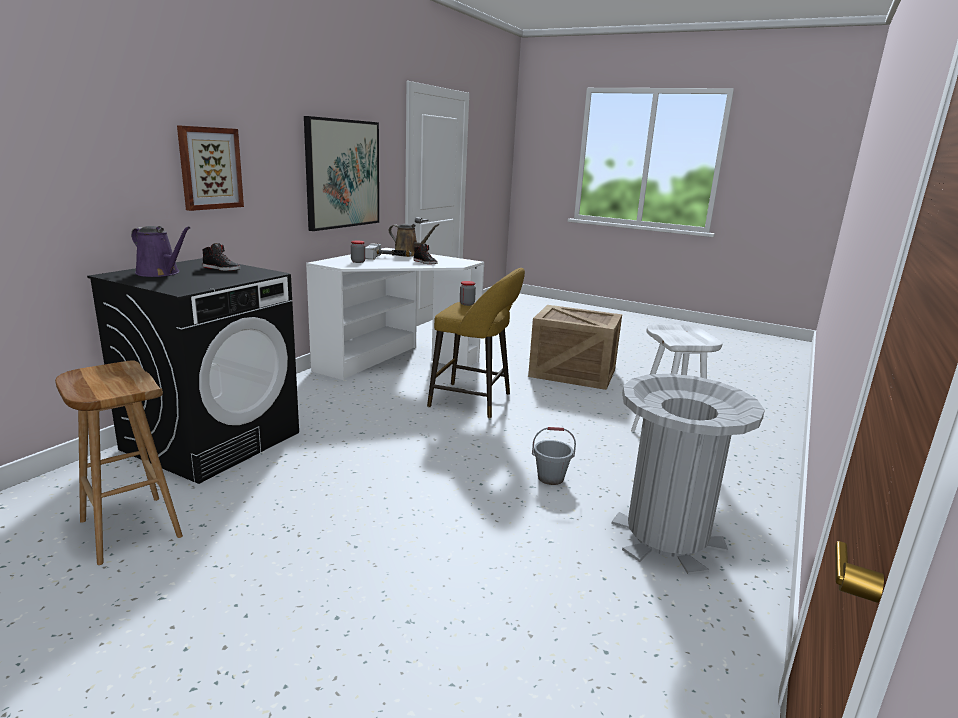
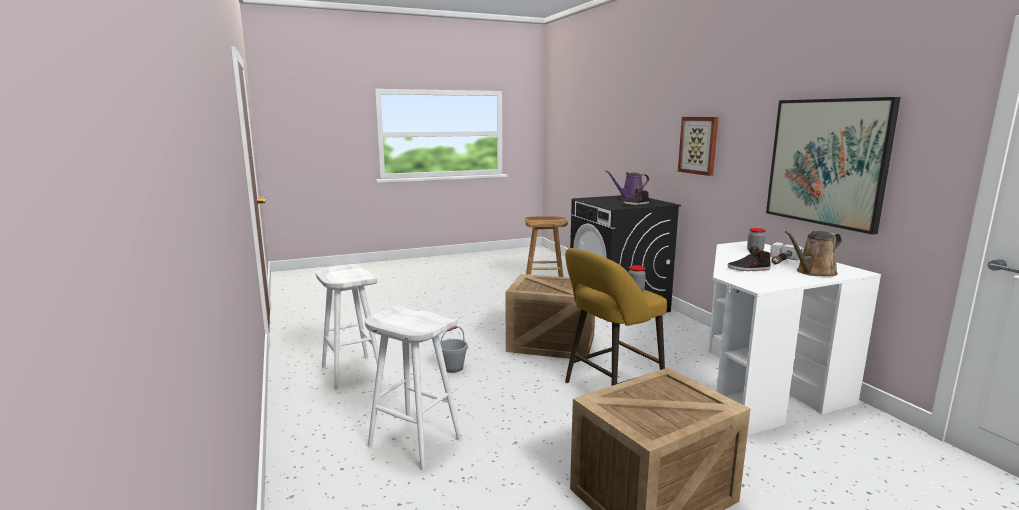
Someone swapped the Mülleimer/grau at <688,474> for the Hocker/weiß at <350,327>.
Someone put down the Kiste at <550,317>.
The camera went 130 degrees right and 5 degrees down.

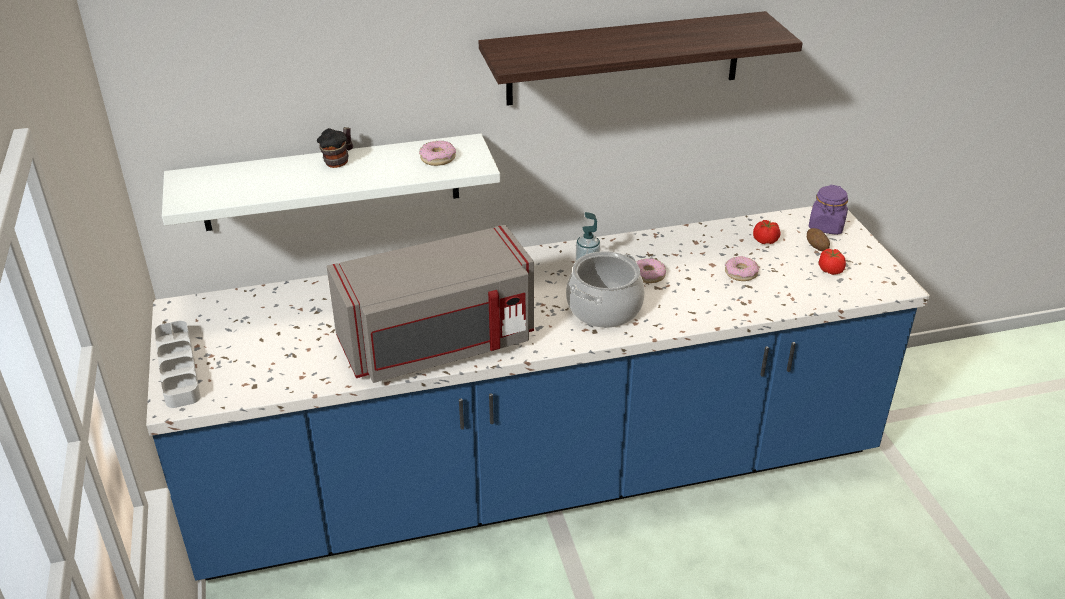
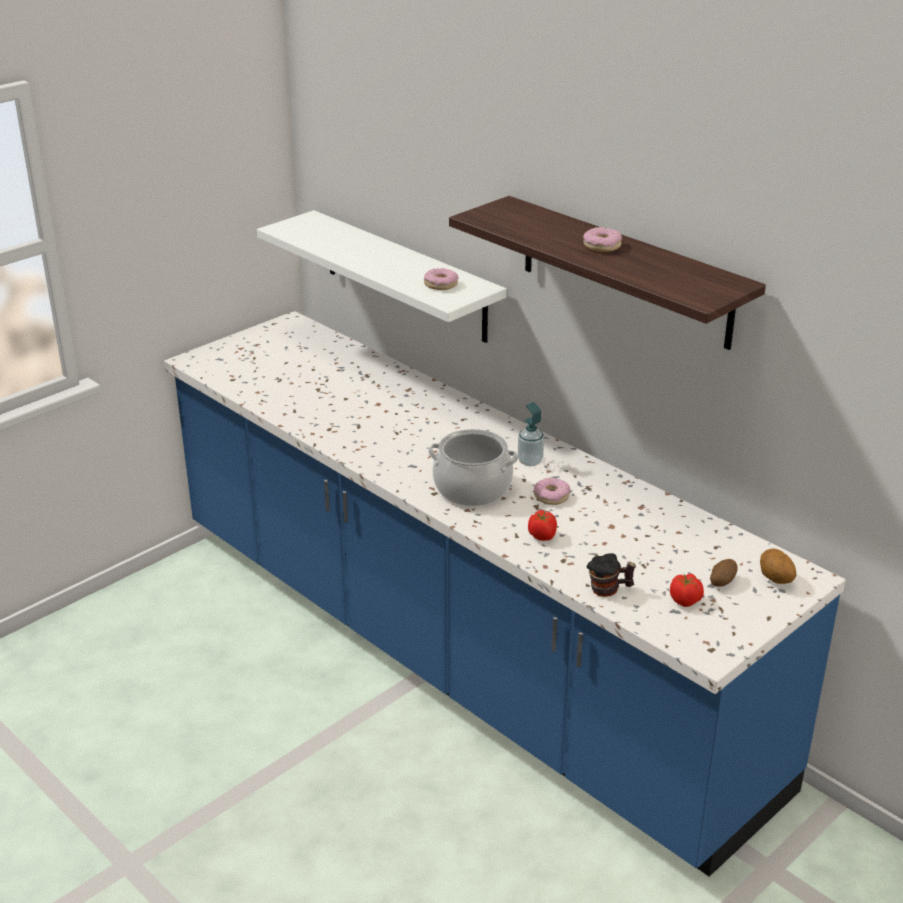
Someone took away the Tablett/grau at <177,364>.
Someone carried the Henkelbecher from <335,147> to <611,575>.
Someone took away the Mikrowelle/grau at <430,304>.
Someone carried the Donut from <742,268> to <602,239>.
Someone carried the Tomate from <767,232> to <542,525>.
Someone swapped the Vorratsglas/lila at <828,210> for the Kartoffel at <778,566>.
The camera went 60 degrees right and 5 degrees down.

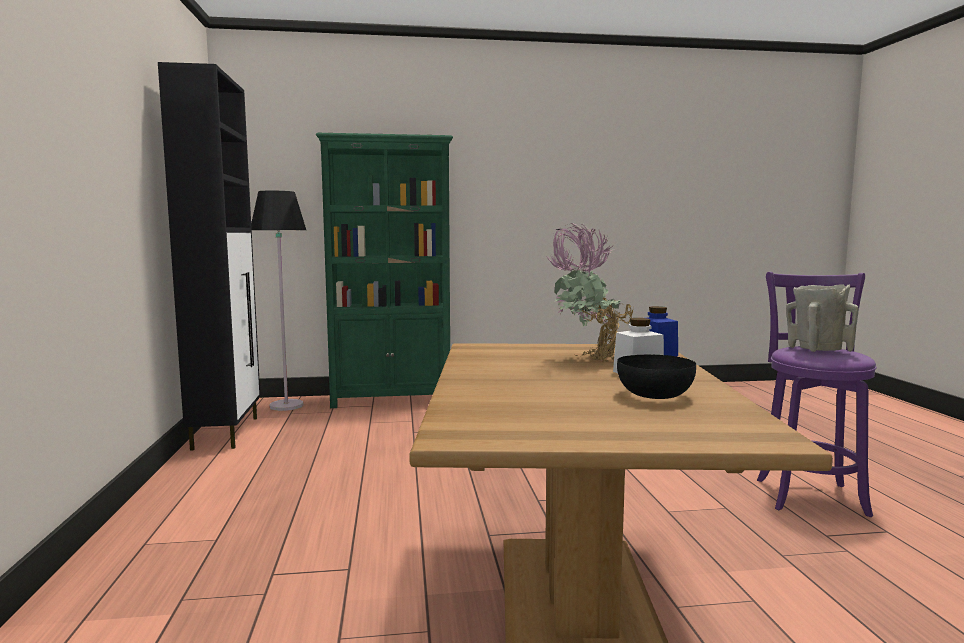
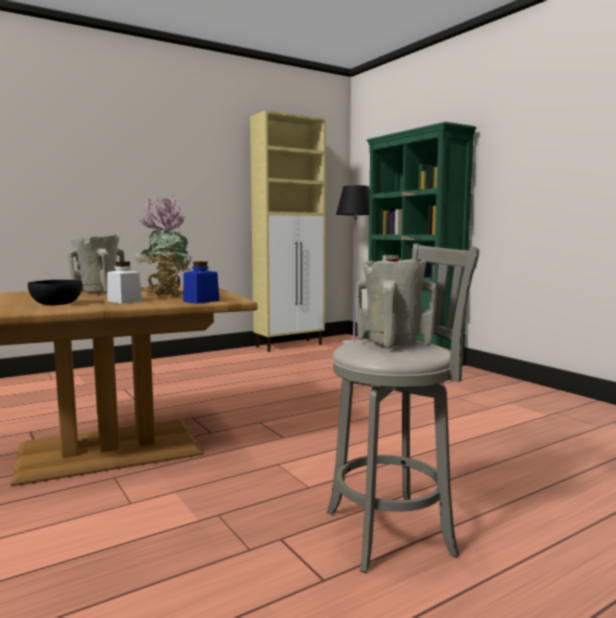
Someone repainted the Schrank/schwarz at <209,256>, which became the Schrank/beige at <288,231>.
Someone repainted the Hocker/lila at <817,394>, which became the Hocker/grau at <403,408>.
Someone put down the Vase/beige at <96,263>.
The camera went 65 degrees right and 0 degrees up.

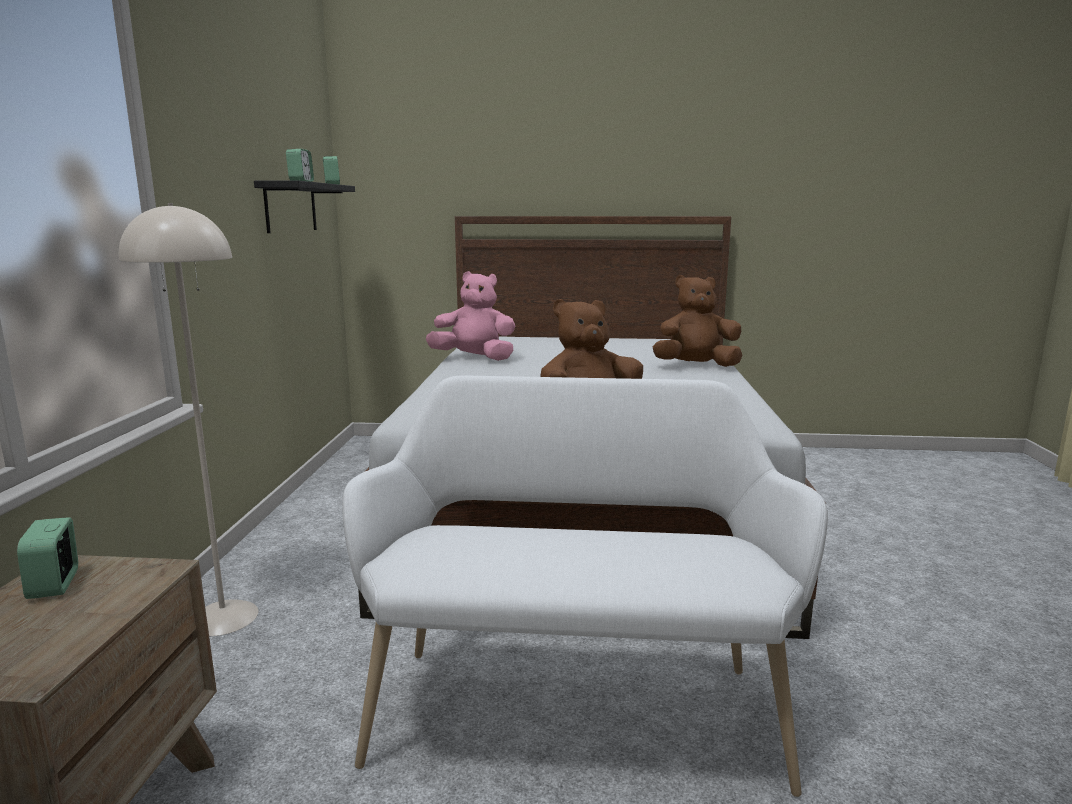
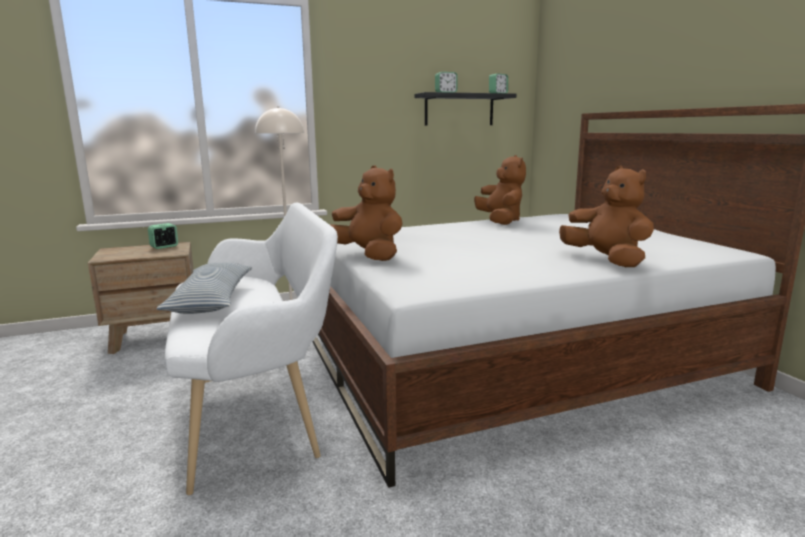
Someone repainted the Plüschtier/rosa at <470,316>, which became the Plüschtier/braun at <500,190>.
Someone put down the Kissen at <204,288>.
The camera went 65 degrees right and 0 degrees up.

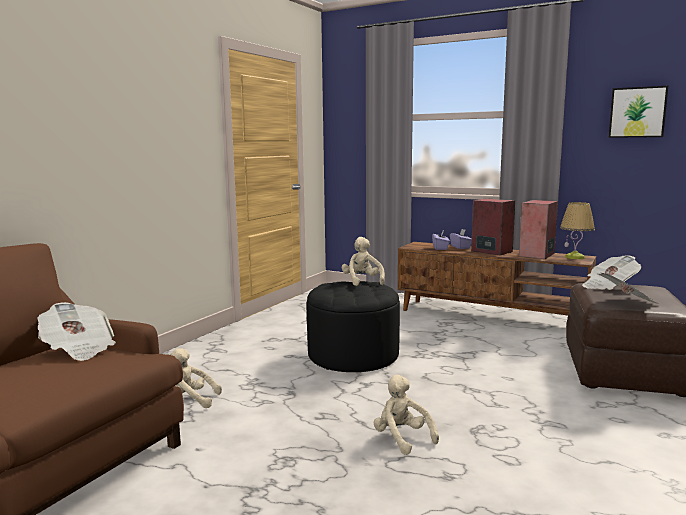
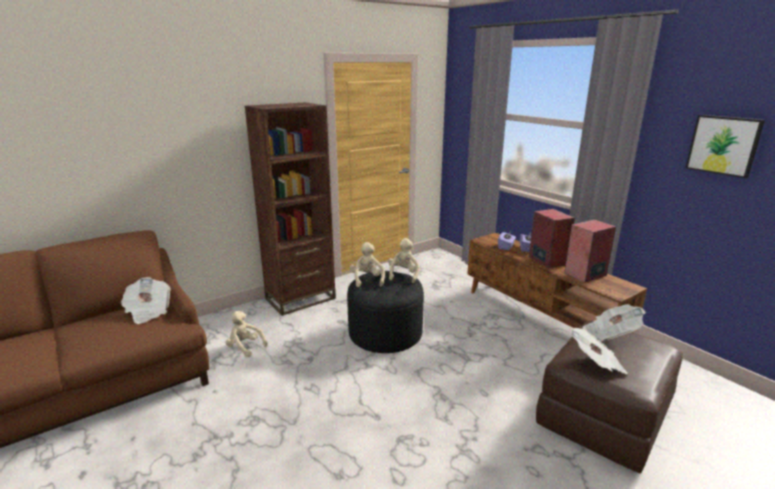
Someone carried the Plüschtier/beige from <406,415> to <367,264>.
Someone took away the Tischlampe at <577,230>.
Someone put down the Bücherregal/braun at <290,209>.
The camera went 25 degrees right and 10 degrees up.

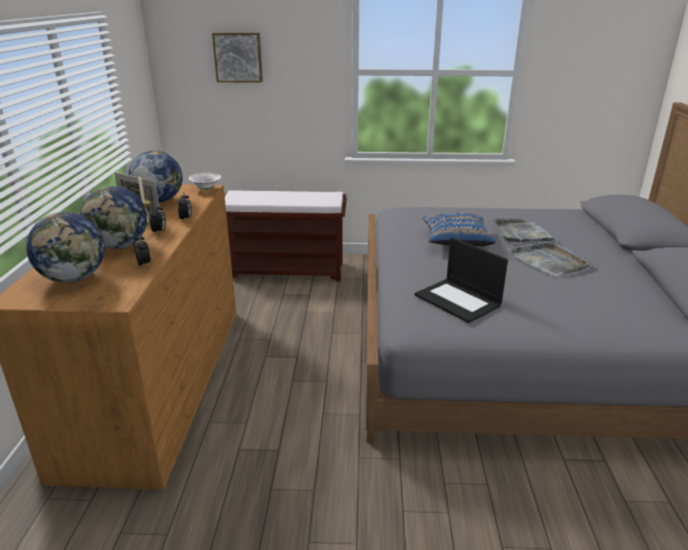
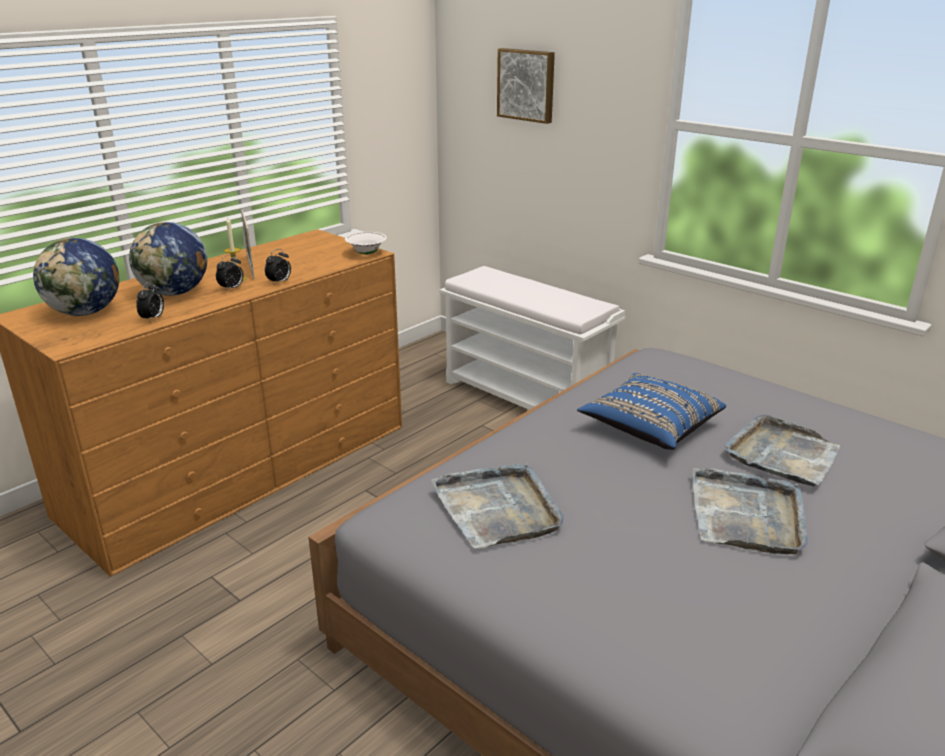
Someone took away the Globus at <155,176>.
Someone repainted the Bank/braun at <286,235>, which became the Bank/weiß at <532,338>.
Someone swapped the Laptop at <461,280> for the Tablett/grau at <498,506>.
The camera went 40 degrees right and 0 degrees up.

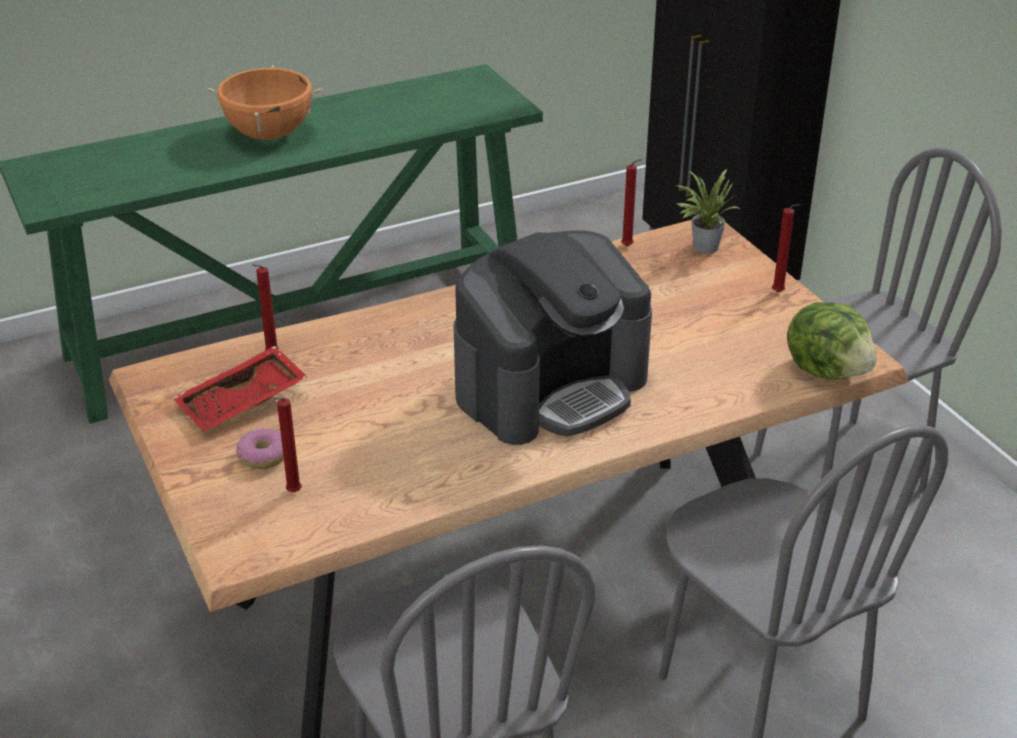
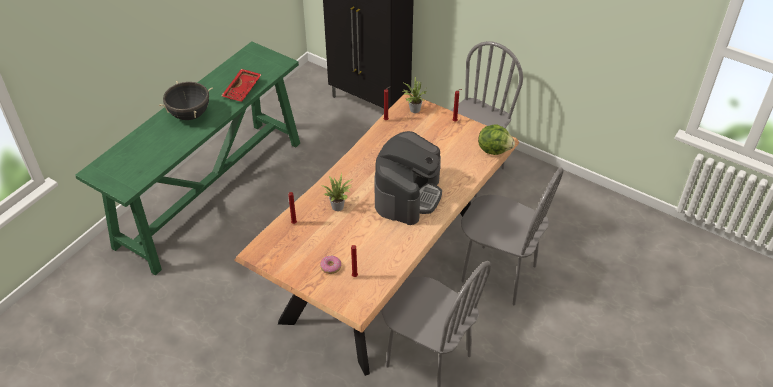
Someone carried the Tablett/rot from <240,388> to <241,85>.
Someone repainted the Kochtopf/orange at <264,102>, which became the Kochtopf/schwarz at <186,100>.
Someone put down the Topfpflanze at <337,192>.
The camera went 30 degrees left and 10 degrees up.

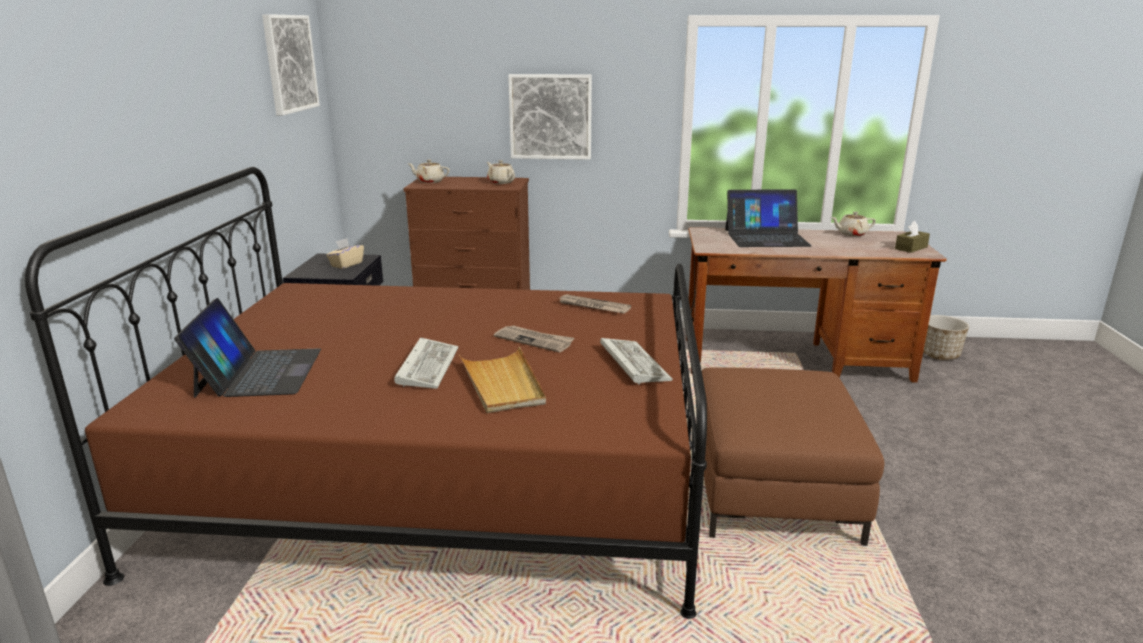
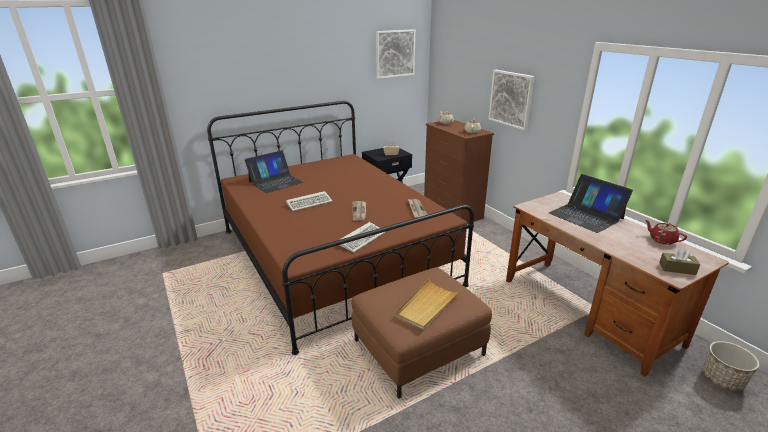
Someone carried the Tablett/beige from <502,380> to <427,304>.
Someone repainted the Teekanne/beige at <853,224>, which became the Teekanne/rot at <666,232>.
The camera went 55 degrees right and 5 degrees up.

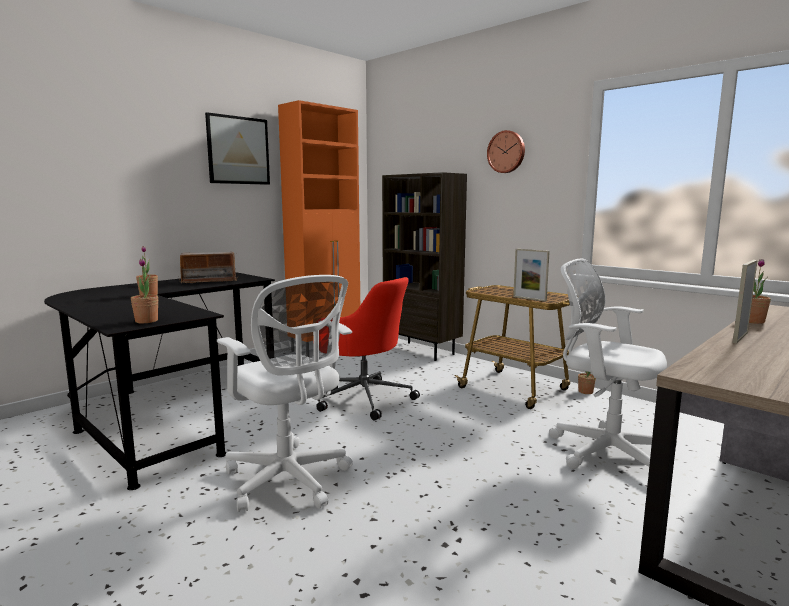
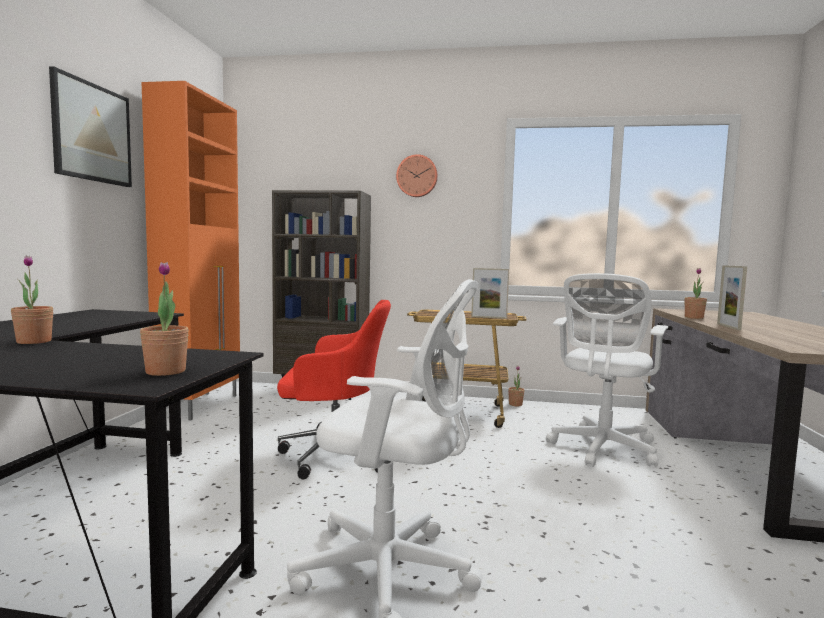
Someone took away the Radio at <208,267>.
Someone rotated the Bürostuhl/weiß at <613,364> by 60 degrees counterclockwise.
The camera went 35 degrees left and 5 degrees down.

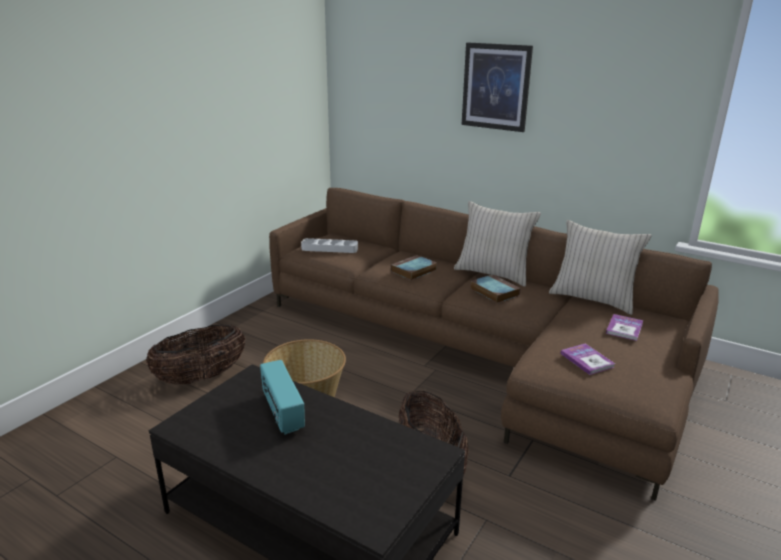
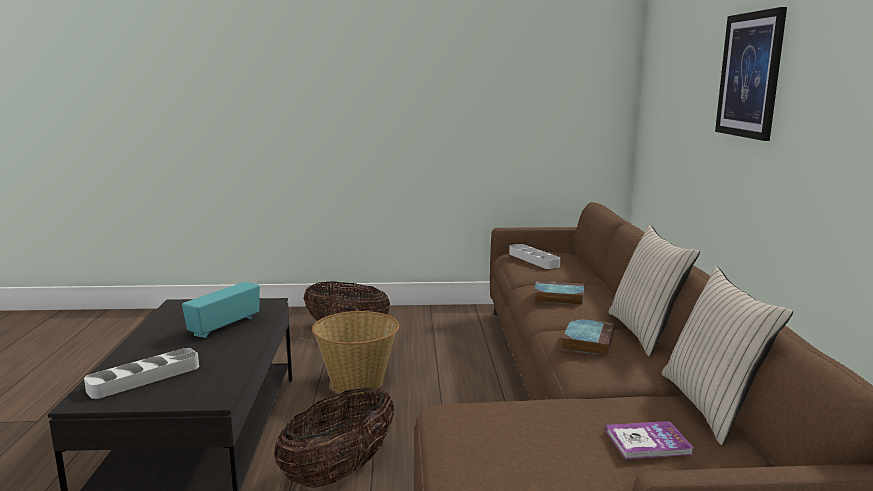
Someone took away the Buch at <588,359>.
Someone put down the Tablett/grau at <141,373>.
The camera went 55 degrees right and 10 degrees down.

